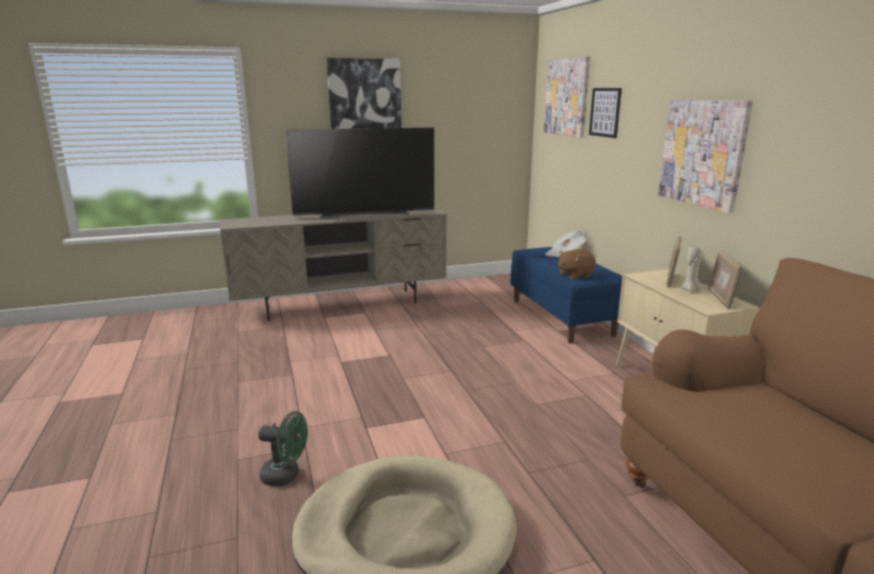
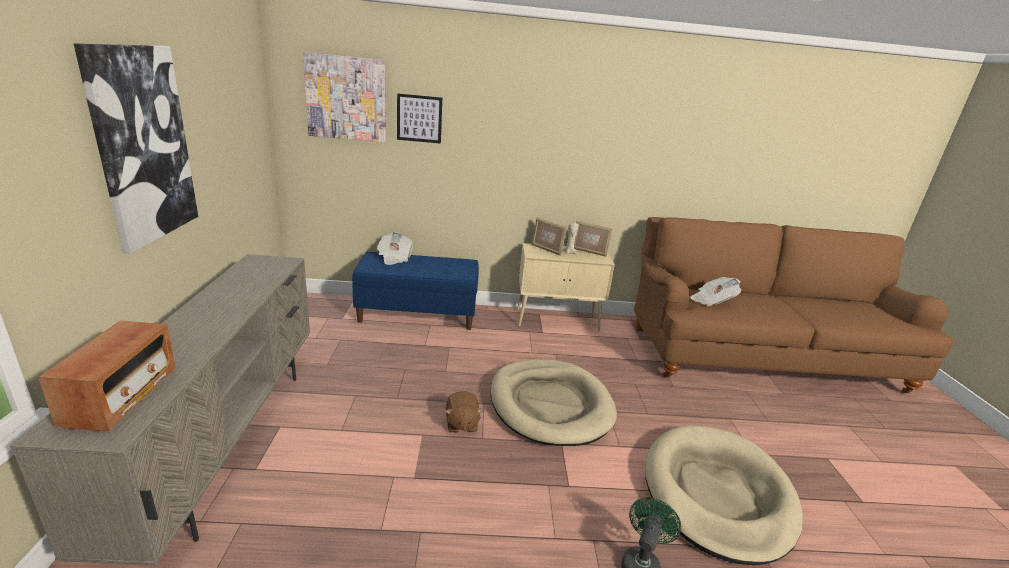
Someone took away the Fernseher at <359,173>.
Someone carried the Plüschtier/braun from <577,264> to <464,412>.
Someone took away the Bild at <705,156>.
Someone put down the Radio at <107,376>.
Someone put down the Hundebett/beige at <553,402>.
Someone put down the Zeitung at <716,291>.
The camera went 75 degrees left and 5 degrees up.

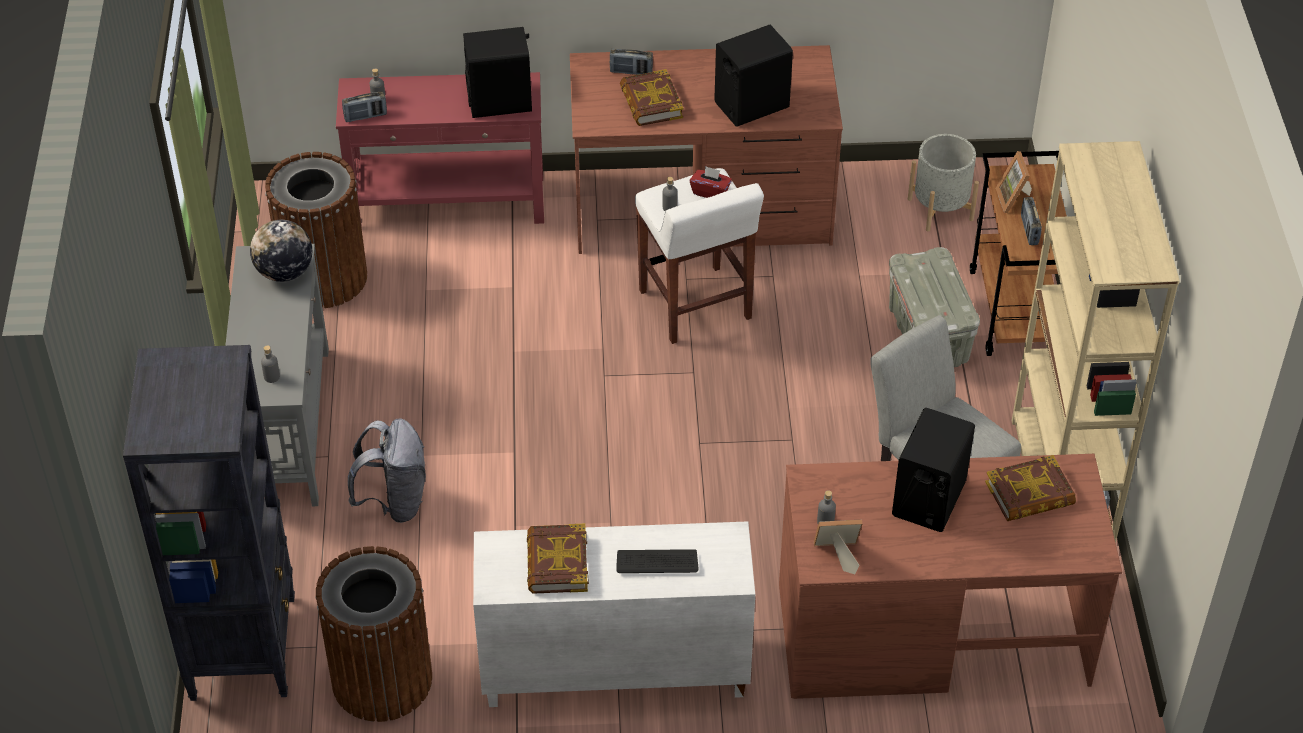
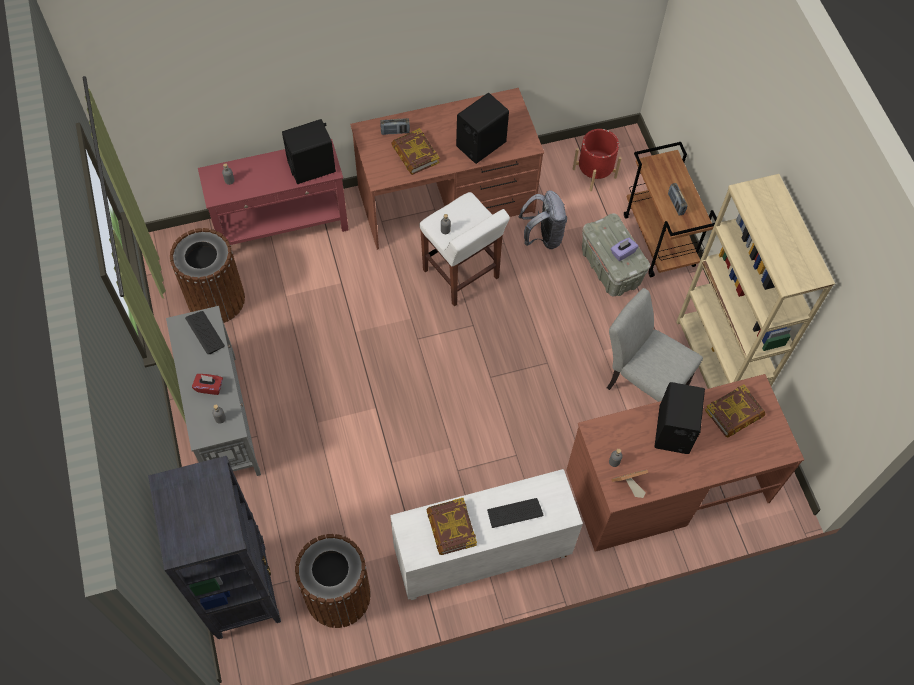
Someone swapped the Globus at <281,251> for the Tastatur at <205,332>.
Someone took away the Radio at <364,106>.
Someone carried the Rucksack/grau from <387,471> to <543,219>.
Someone carried the Taschentuchbox/rot from <711,182> to <207,384>.
Someone repainted the Pflanzkübel/grau at <943,182>, which became the Pflanzkübel/rot at <597,160>.
Someone took away the Bilderrahmen at <1014,182>.
Someone put down the Taschentuchbox/lila at <624,249>.
The camera went 15 degrees left and 15 degrees up.

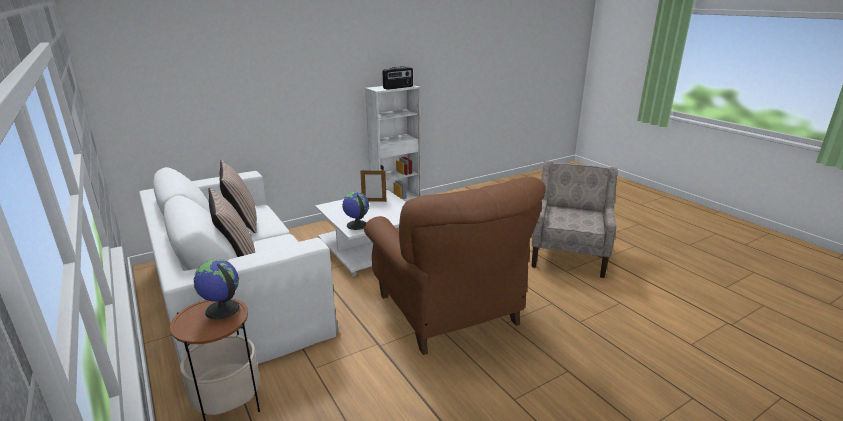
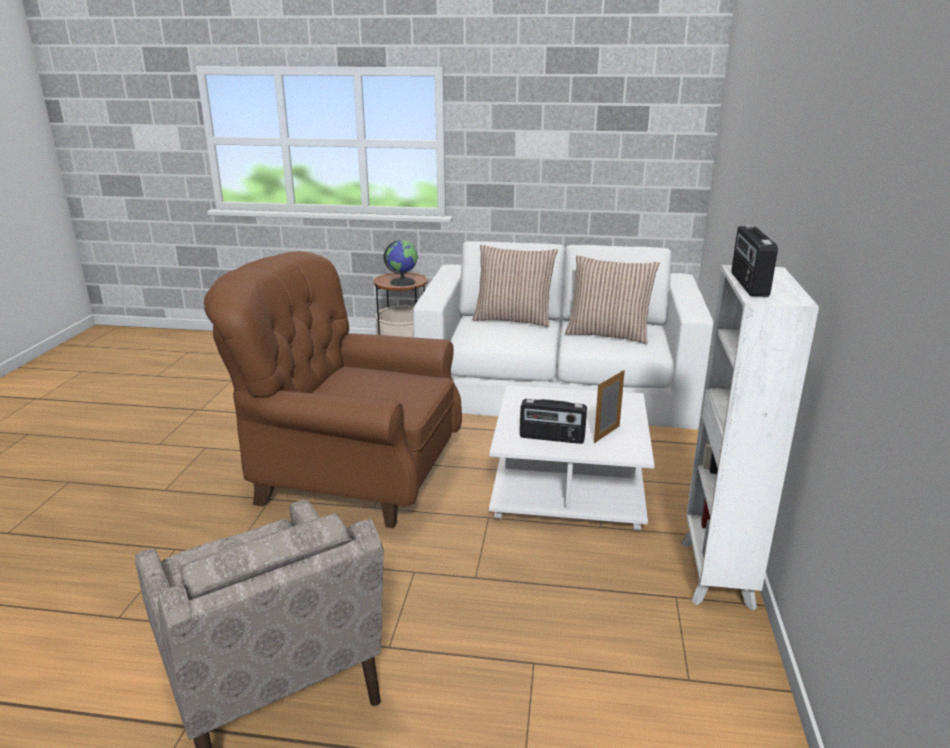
Someone took away the Globus at <355,211>.
Someone put down the Radio at <553,421>.
The camera went 130 degrees right and 0 degrees up.

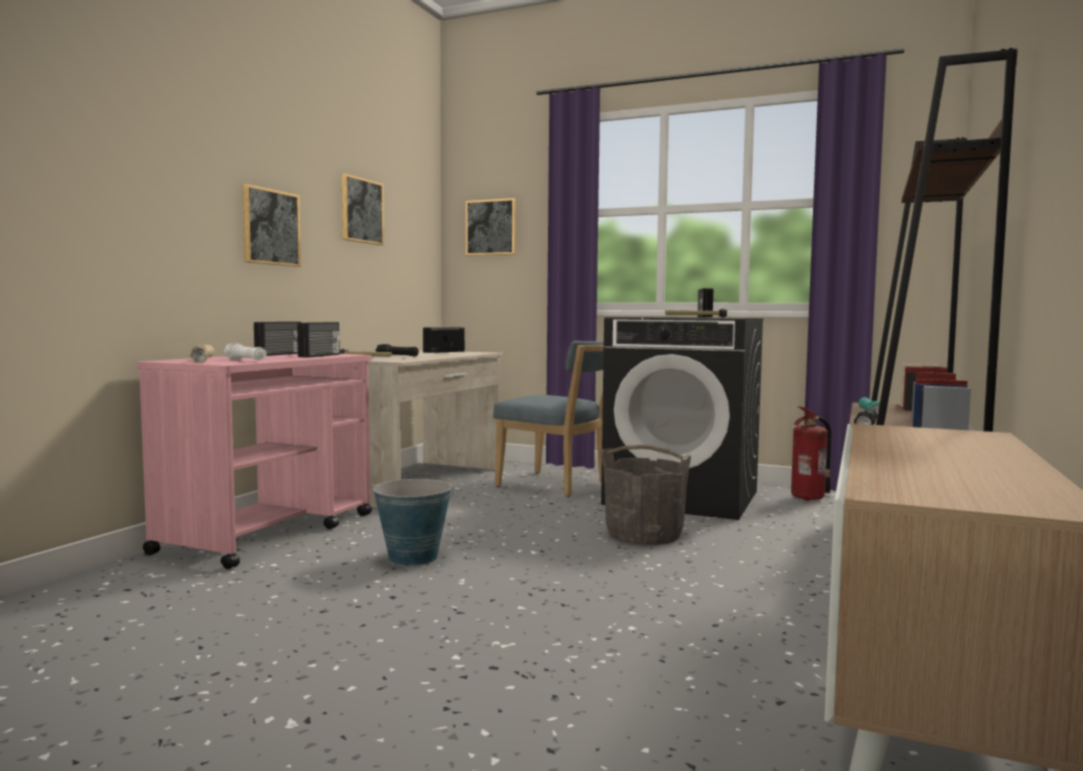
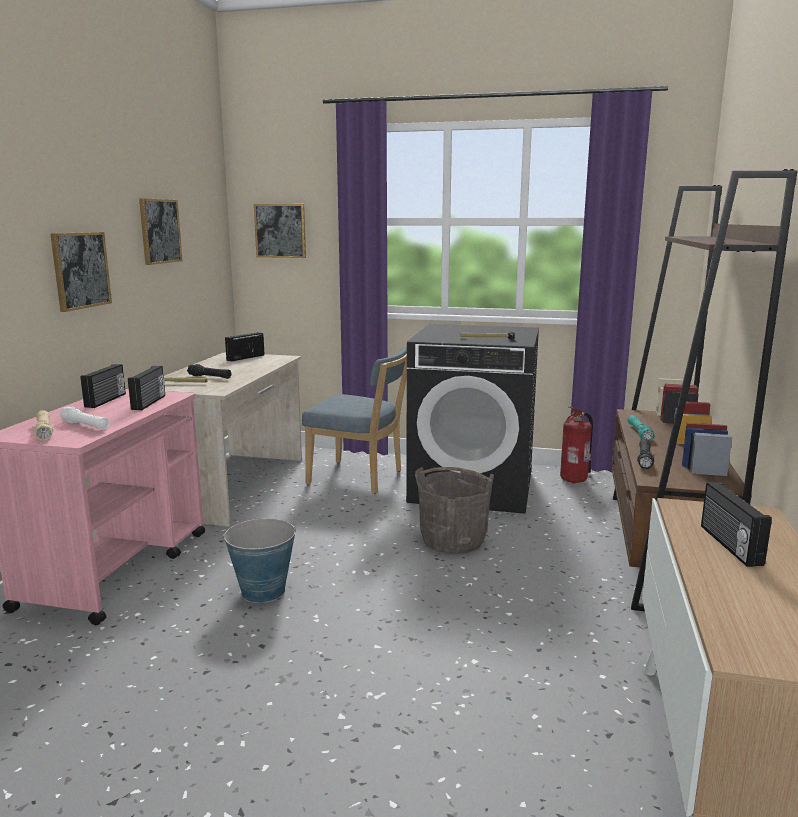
Someone carried the Radio from <705,302> to <736,524>.
The camera went 10 degrees left and 10 degrees up.

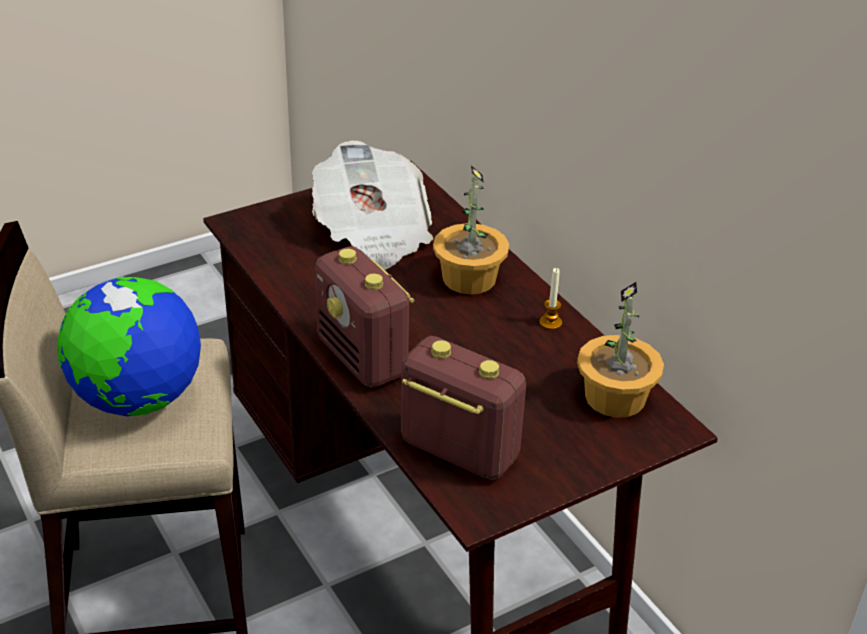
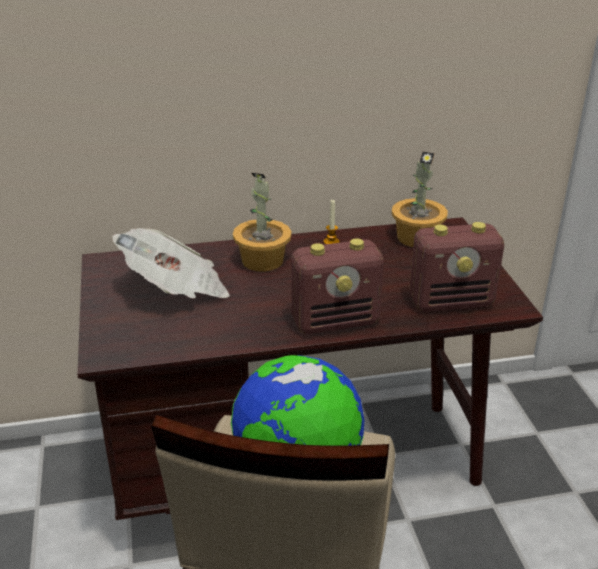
Someone rotated the Radio at <463,408> by 150 degrees counterclockwise.
The camera went 70 degrees left and 5 degrees down.

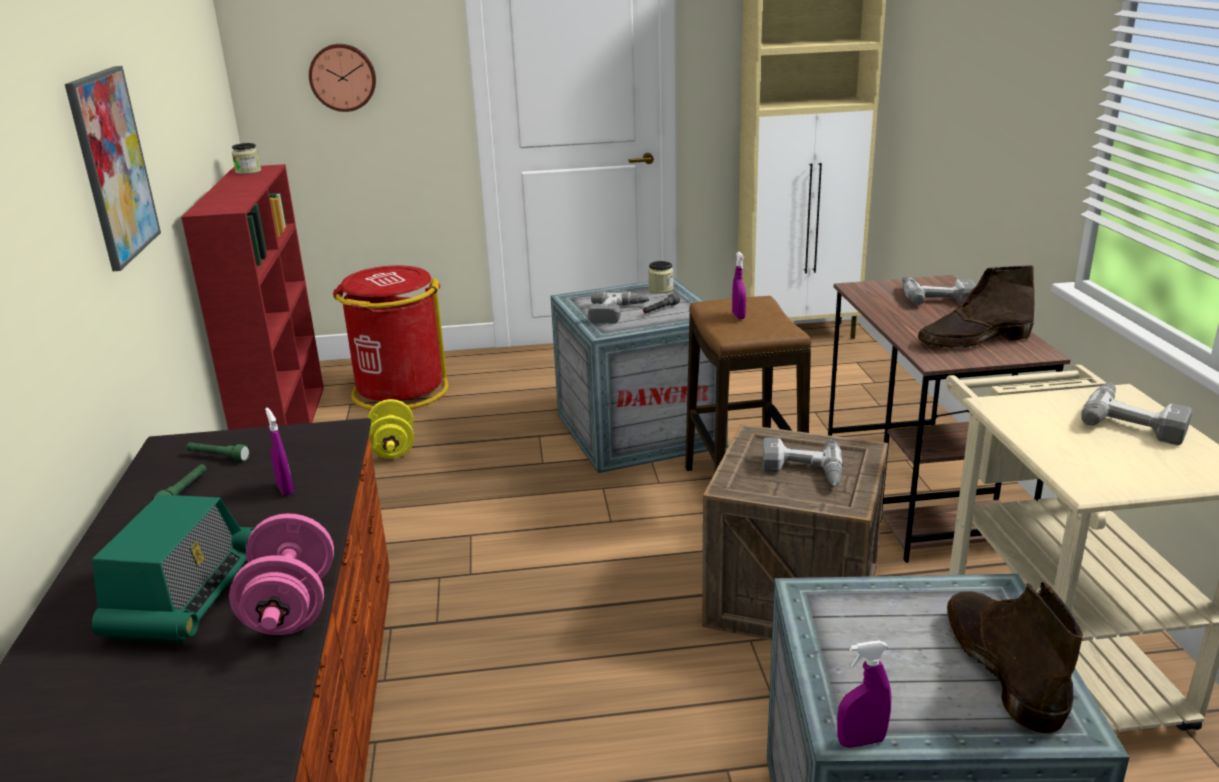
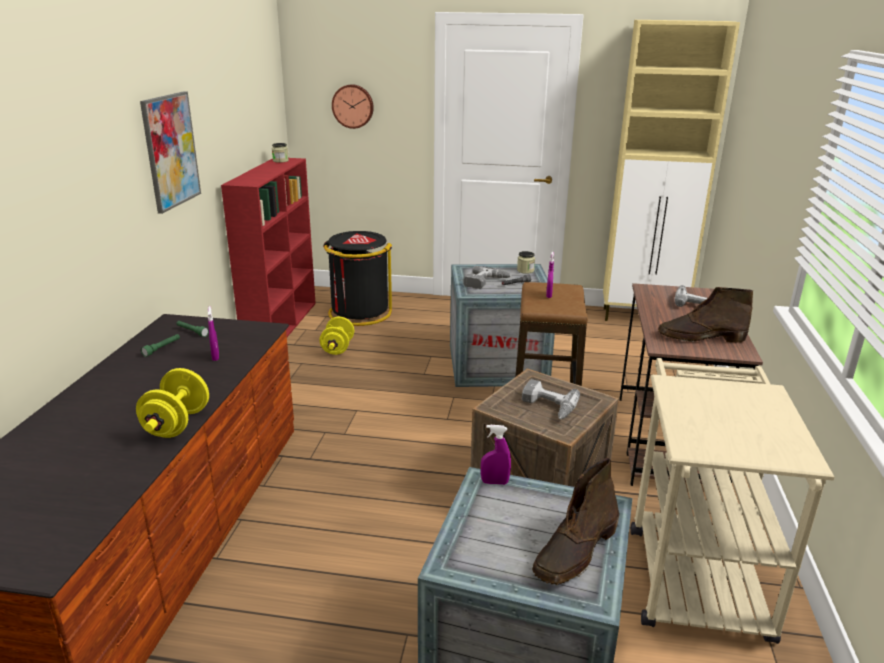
Someone took away the Radio at <173,569>.
Someone repainted the Hantel/rosa at <281,574>, which became the Hantel/gelb at <172,403>.
Someone repainted the Mülleimer/rot at <391,337>, which became the Mülleimer/schwarz at <357,278>.
Someone carried the Sprühflasche/lila from <864,694> to <496,455>.
Someone rotated the Stiefel/braun at <1015,658> by 150 degrees counterclockwise.
Someone took away the Bohrmaschine at <1136,413>.
The camera went 15 degrees right and 0 degrees up.

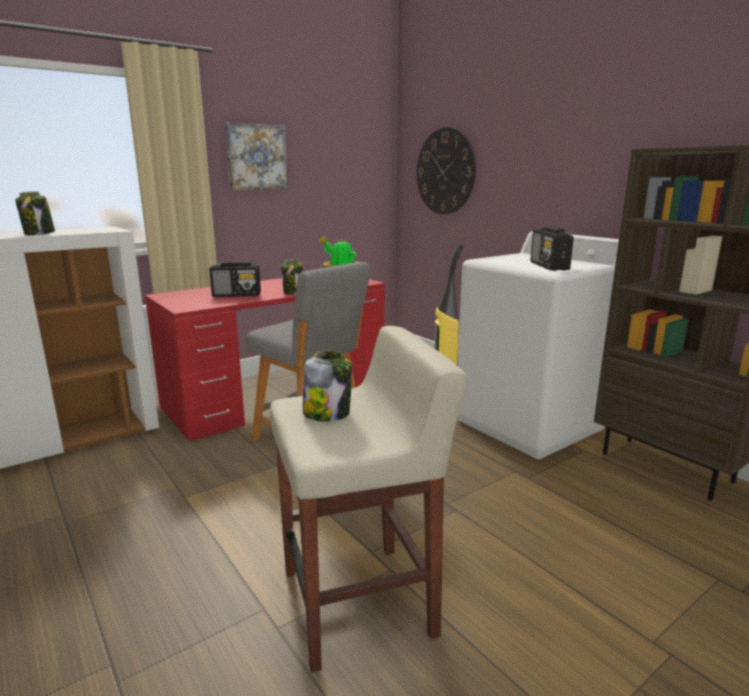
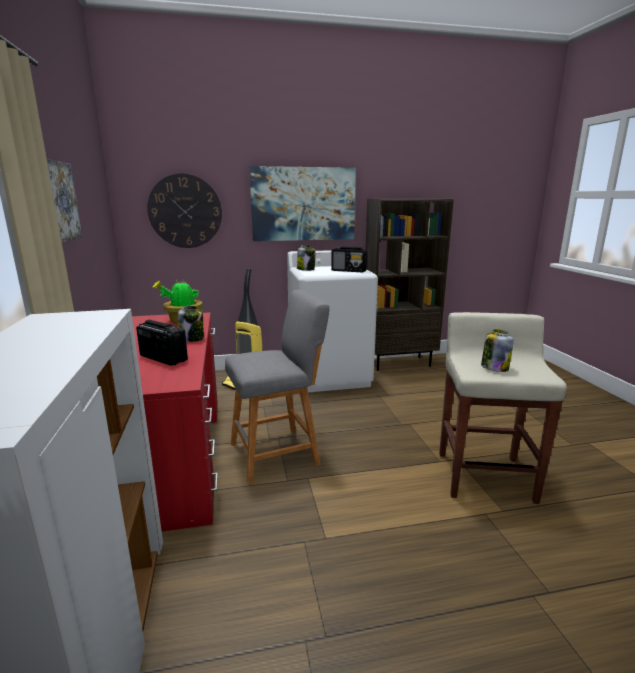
Someone carried the Vorratsglas from <35,213> to <306,258>.
Someone rotated the Radio at <235,279> by 75 degrees counterclockwise.
Someone put up the Bild at <302,203>.
The camera went 65 degrees left and 0 degrees up.

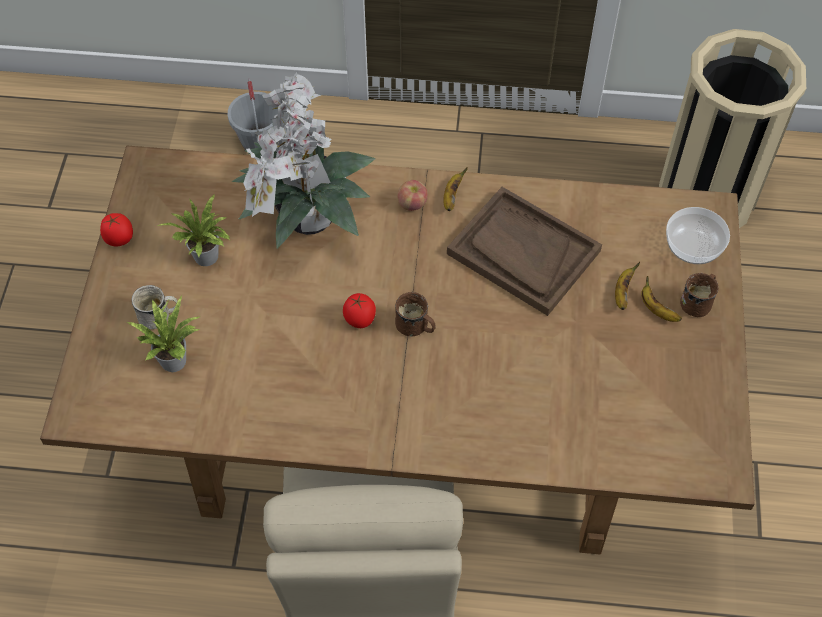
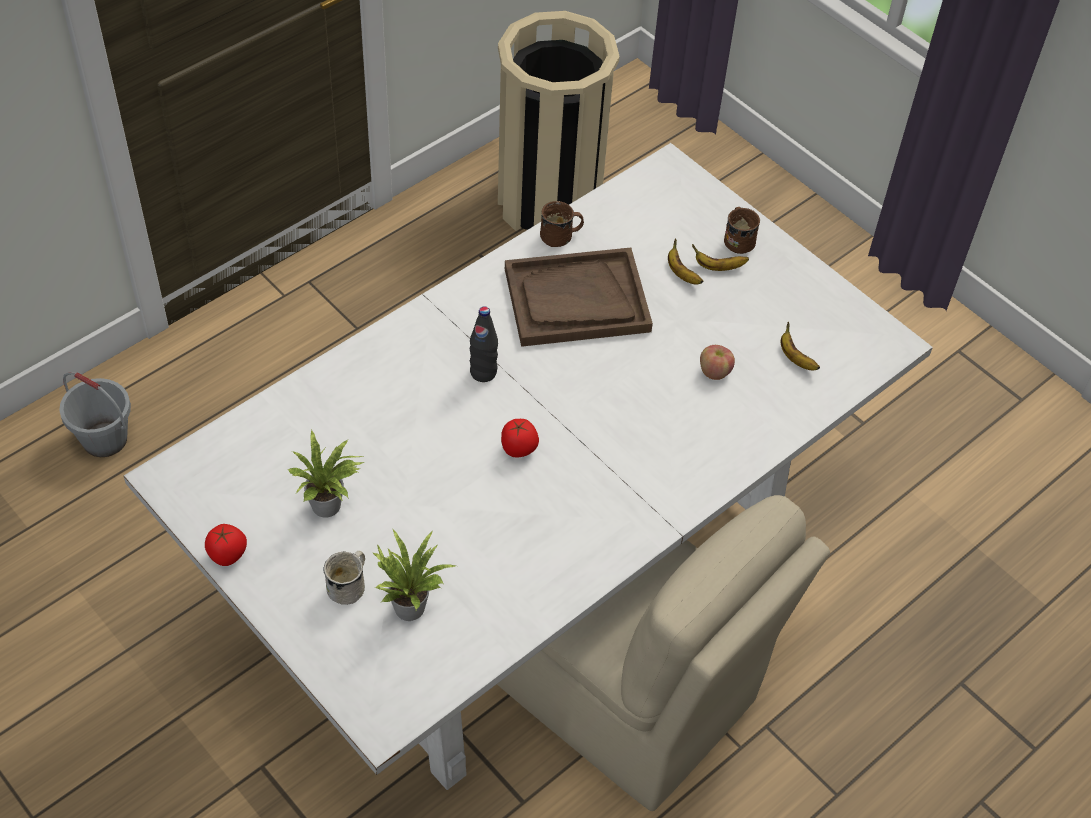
Someone repainted the Esstisch/braun at <397,350>, which became the Esstisch/weiß at <528,466>.
Someone took away the Topfpflanze at <304,160>.
Someone carried the Henkelbecher/braun from <415,314> to <562,224>.
Someone carried the Apfel from <412,195> to <717,362>.
Someone carried the Banane from <455,189> to <800,346>.
Someone took away the Schüssel at <698,235>.
Someone put down the Flasche/schwarz at <484,344>.
The camera went 50 degrees left and 5 degrees down.

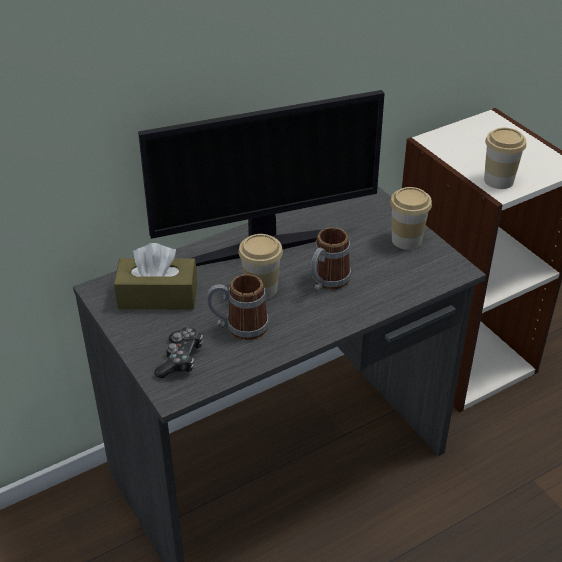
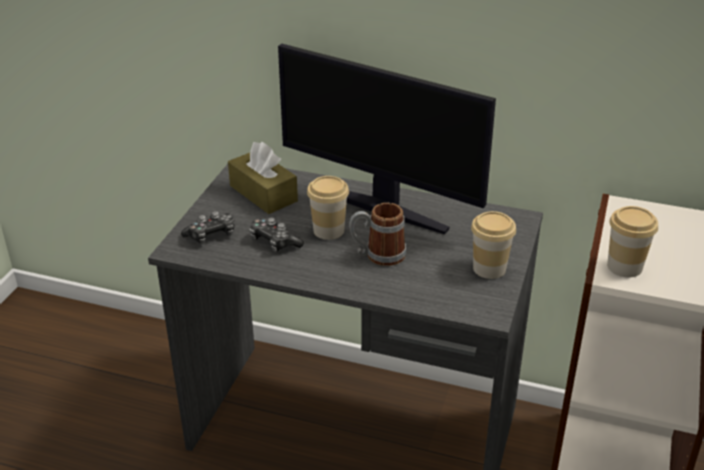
Someone swapped the Henkelbecher at <238,307> for the Gamepad at <276,234>.
The camera went 50 degrees right and 5 degrees down.

